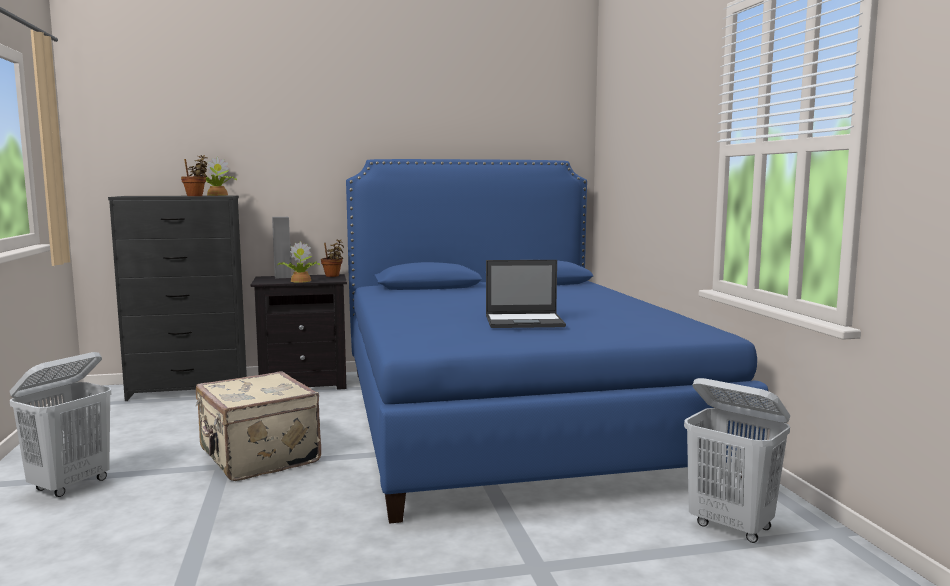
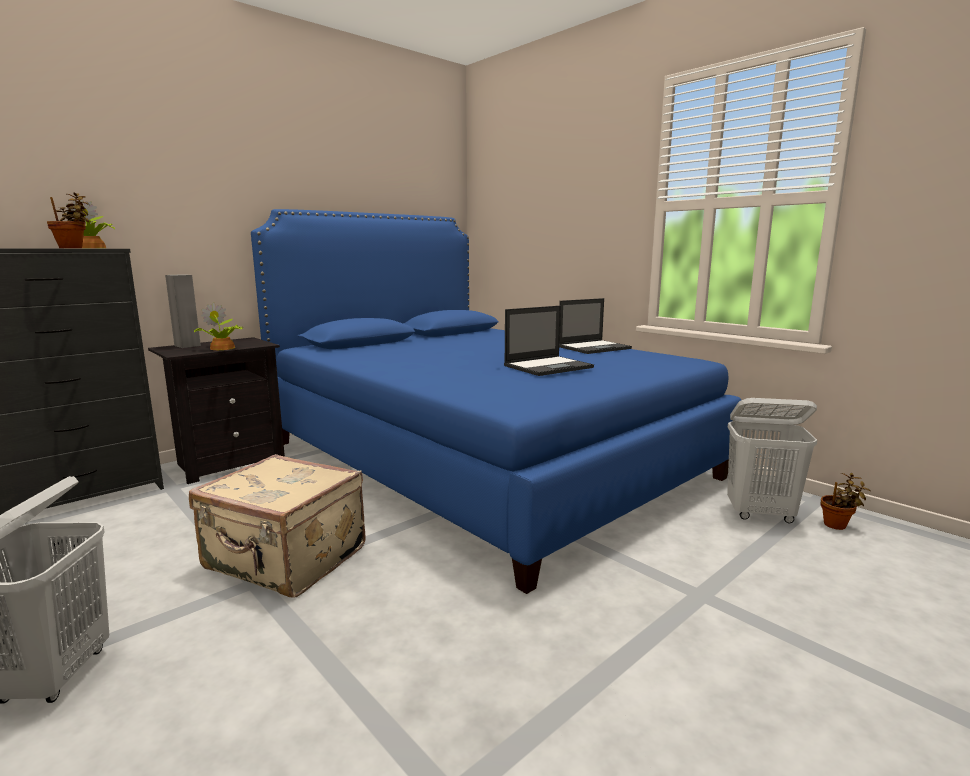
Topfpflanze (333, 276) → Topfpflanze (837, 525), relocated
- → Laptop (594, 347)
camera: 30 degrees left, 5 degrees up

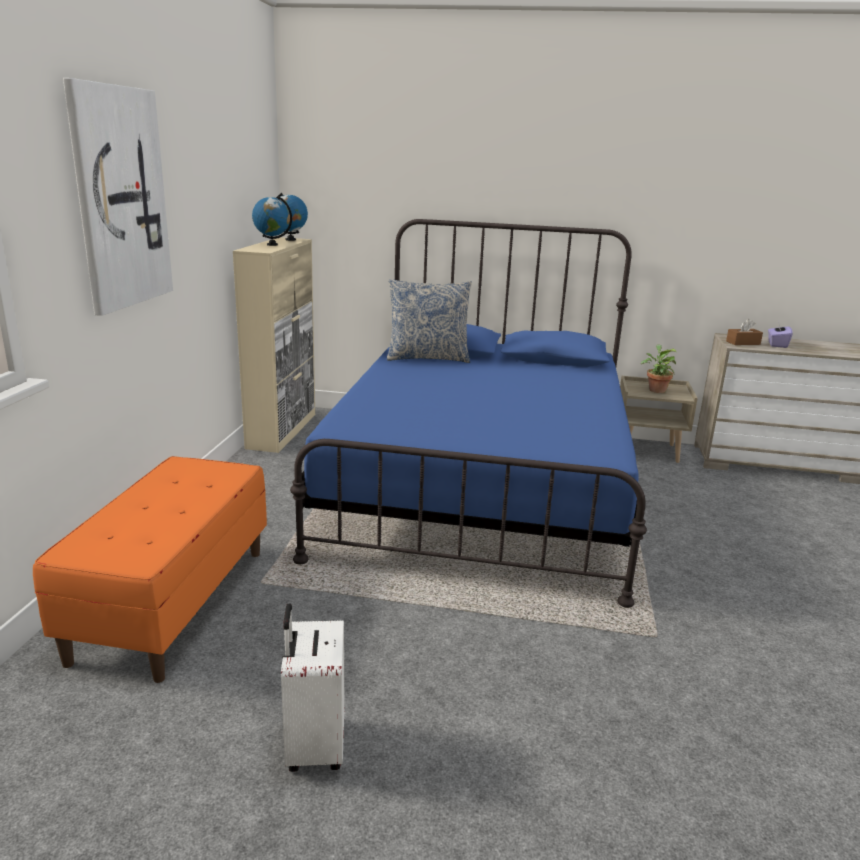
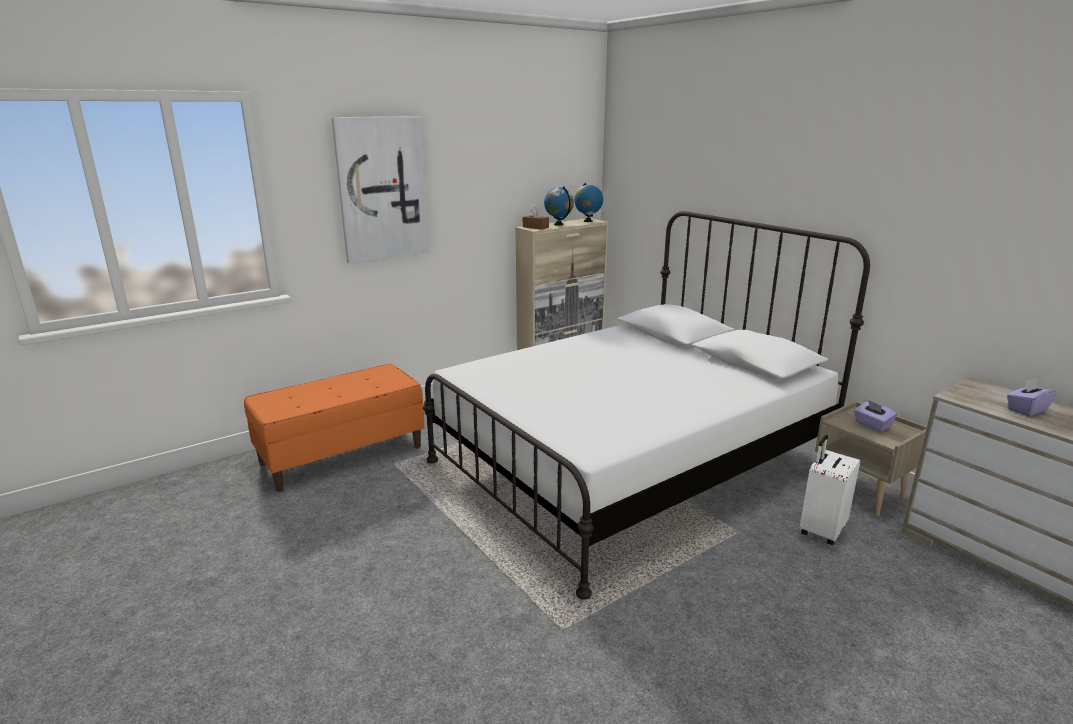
Koffer [weiß] (314, 746) → Koffer [weiß] (821, 530), relocated
Bett [blau] (481, 488) → Bett [weiß] (630, 463)
Kissen (427, 358) → -
Topfpflanze (655, 389) → Taschentuchbox [lila] (872, 425)
Taschentuchbox [braun] (743, 343) → Taschentuchbox [braun] (535, 227), relocated
camera: 45 degrees right, 0 degrees up

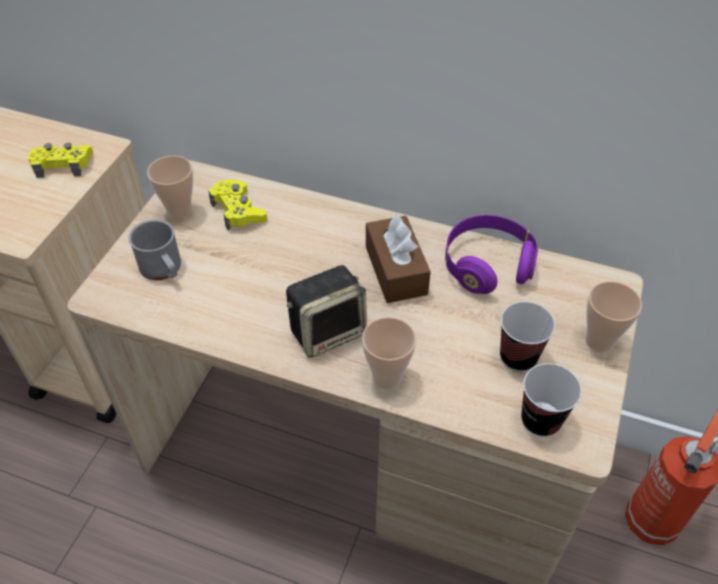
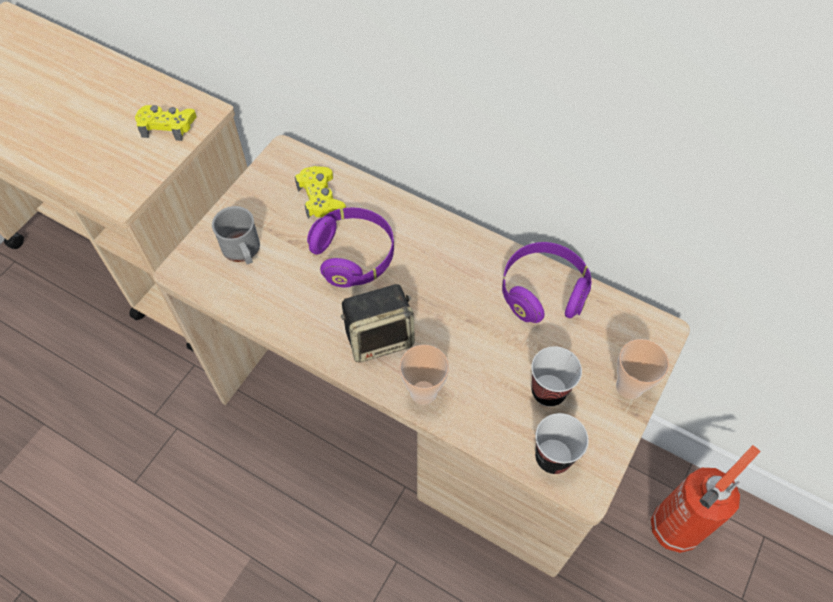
Tasse (179, 211) → -
Taschentuchbox [braun] (396, 270) → -
- → Kopfhörer [lila] (354, 256)
camera: 10 degrees right, 10 degrees up

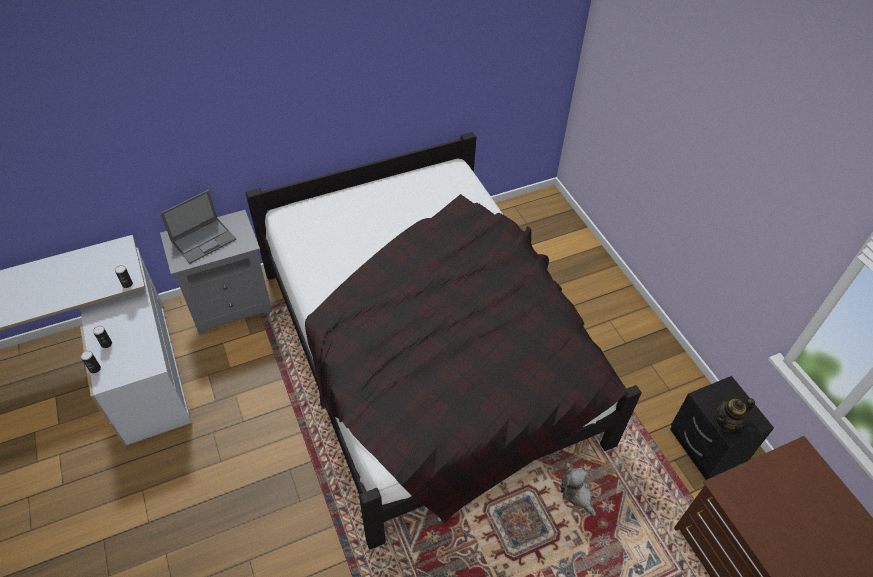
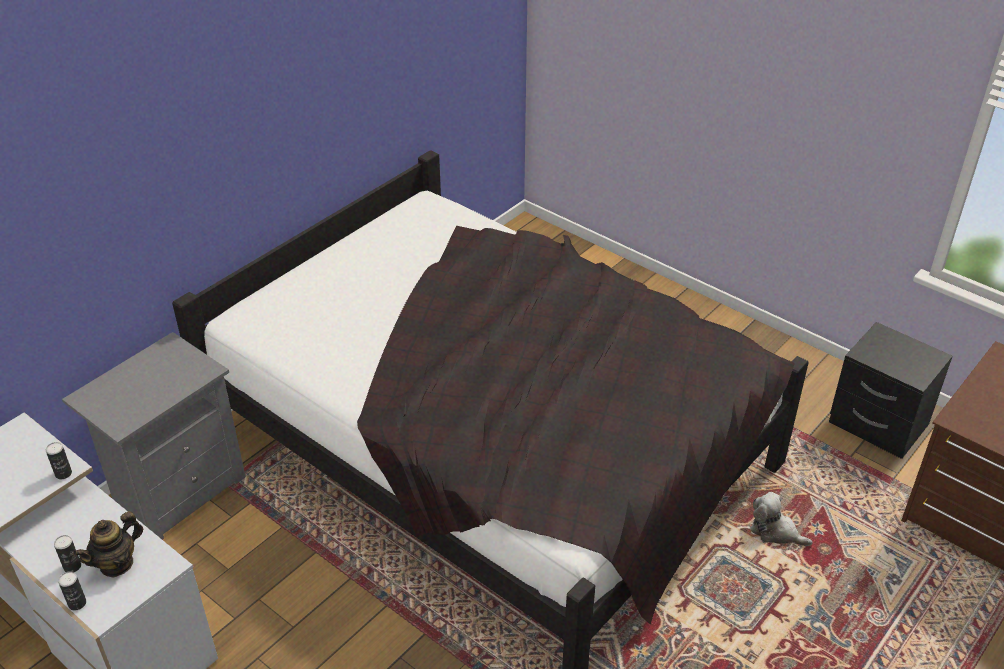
Laptop (204, 240) → -
Teekanne (726, 423) → Teekanne (117, 563), relocated
camera: 25 degrees left, 10 degrees down

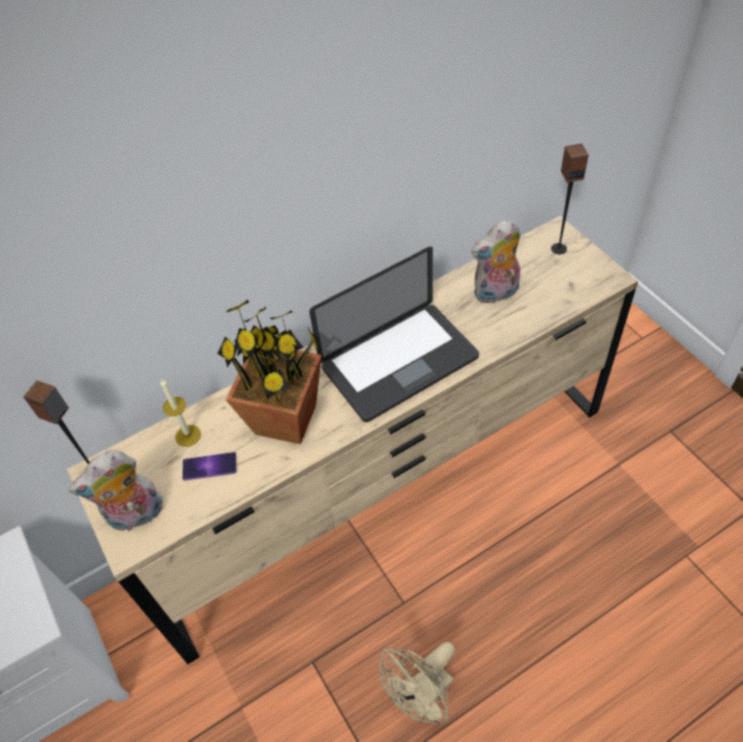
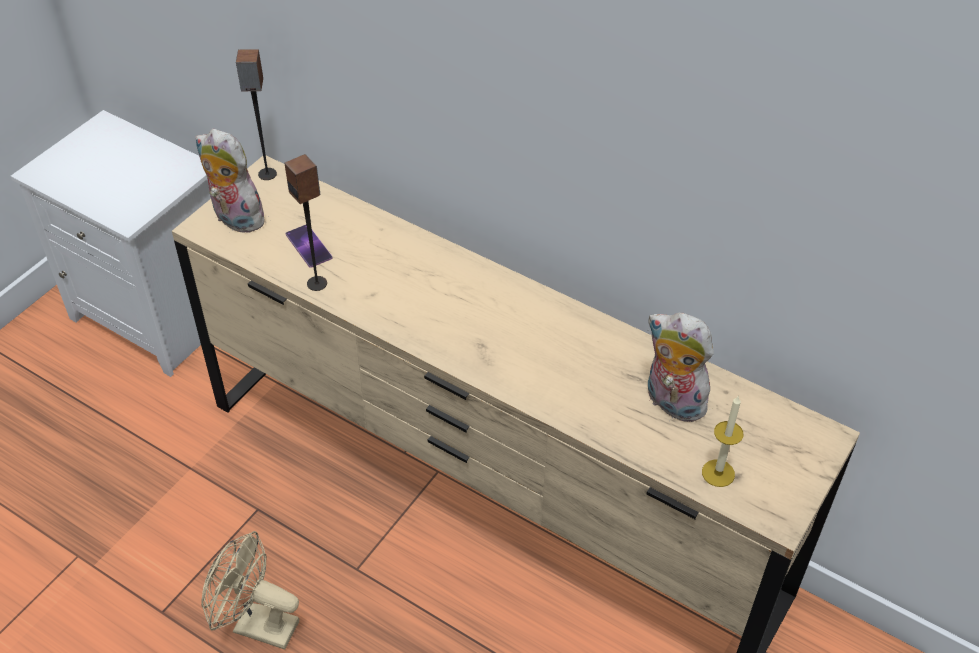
Kerze (188, 435) → Kerze (718, 473), relocated
Topfpflanze (286, 418) → -
Laptop (399, 362) → -
Lautsprecher (558, 248) → Lautsprecher (317, 283), relocated
camera: 60 degrees right, 5 degrees down

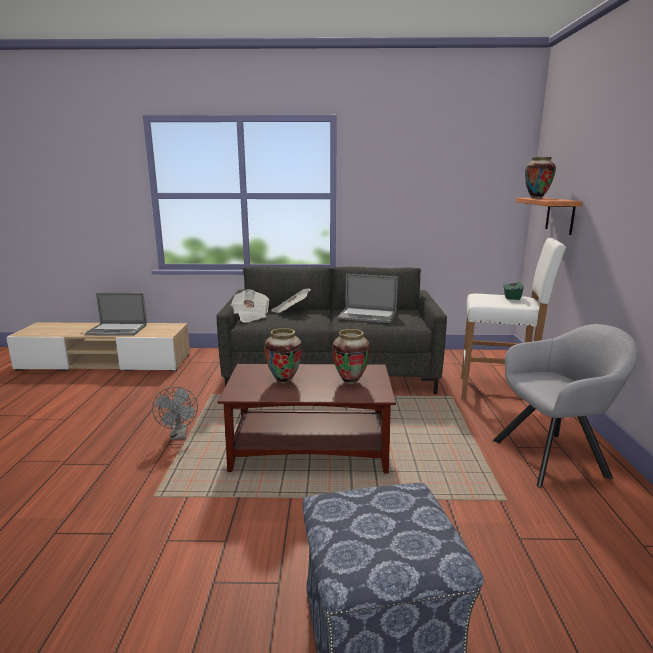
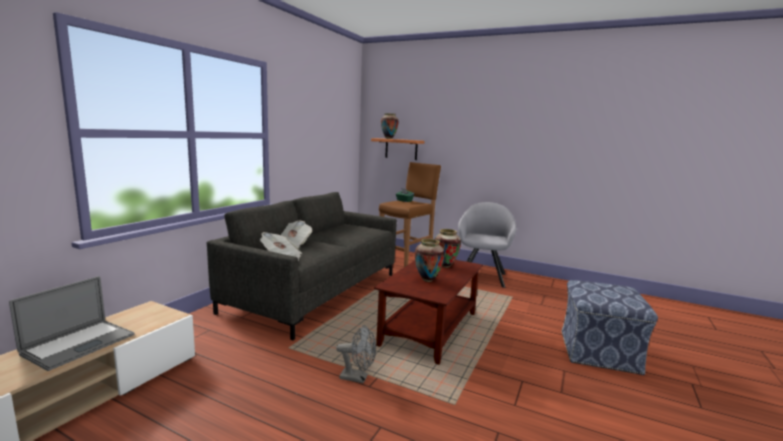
Laptop (367, 316) → -
Hocker [weiß] (498, 391) → Hocker [braun] (406, 262)
camera: 65 degrees left, 5 degrees down

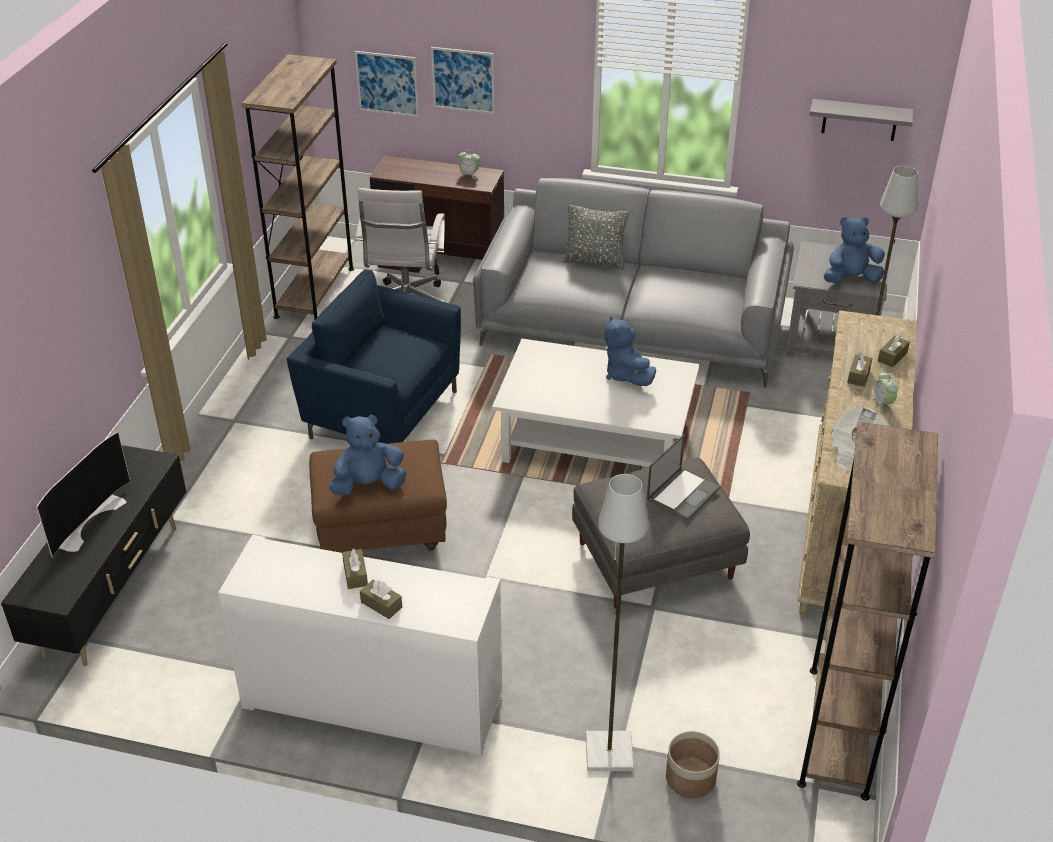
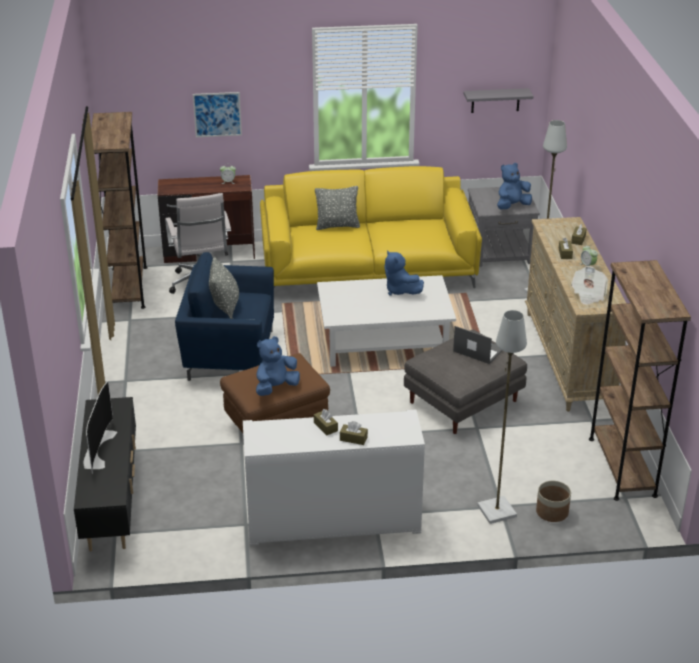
Bild (387, 83) → -
Sofa [grau] (633, 328) → Sofa [gelb] (368, 269)
Laptop (683, 493) → Laptop (478, 350), 75 degrees counterclockwise
- → Kissen [grau] (225, 306)
camera: 20 degrees left, 5 degrees down

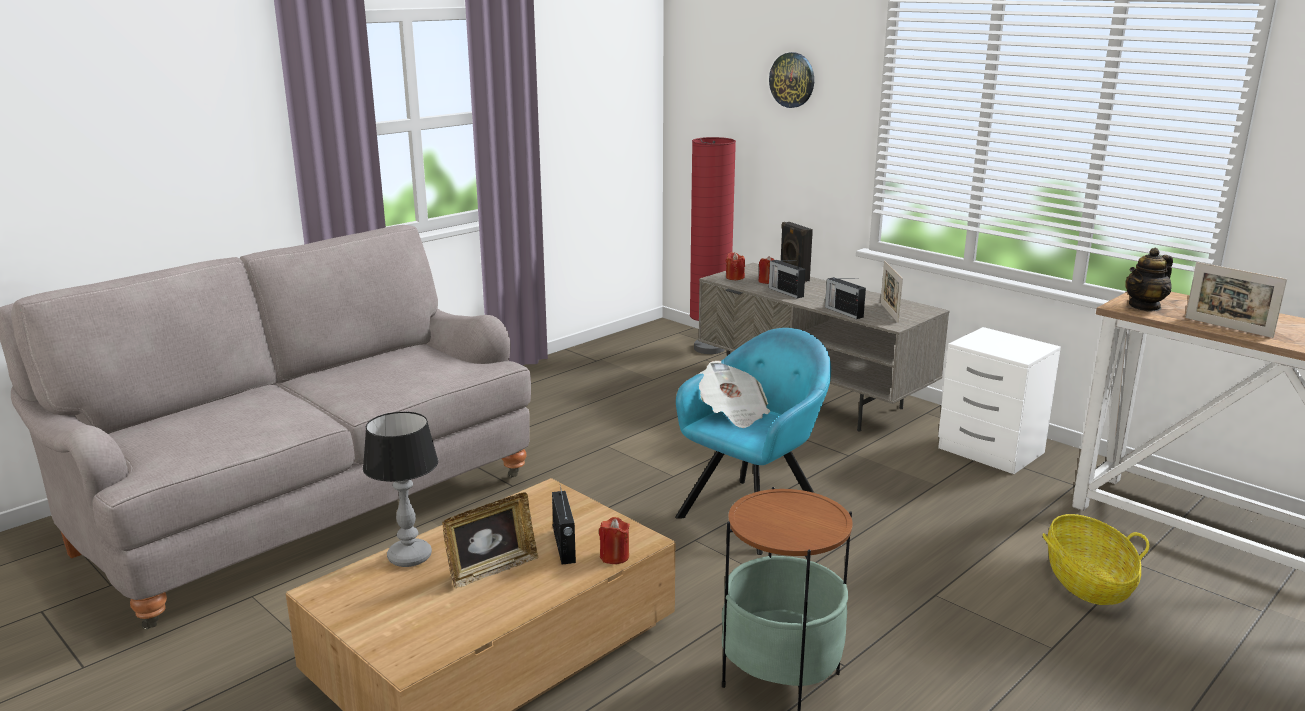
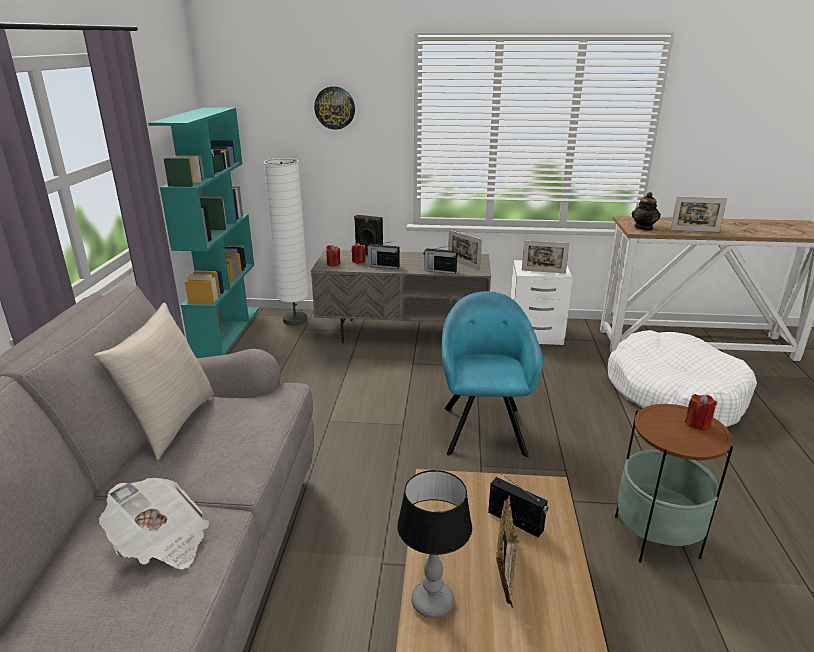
Kerze [rot] (614, 556) → Kerze [rot] (697, 424), relocated
Stehlampe [rot] (709, 348) → Stehlampe [weiß] (295, 320)
Zeitung (733, 412) → Zeitung (161, 542), relocated
Korb (1087, 581) → Hundebett [weiß] (674, 393)
- → Kissen [beige] (171, 423)
- → Bücherregal [türkis] (227, 330)
- → Bilderrahmen (543, 271)
camera: 40 degrees left, 5 degrees up

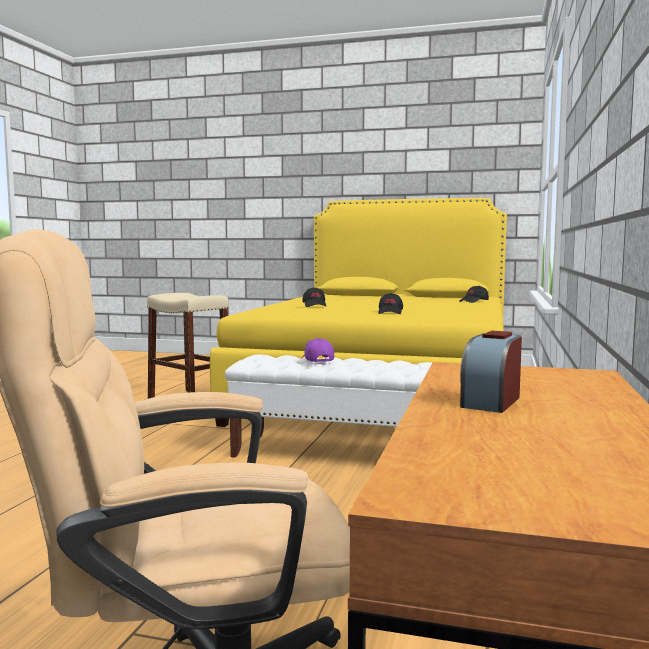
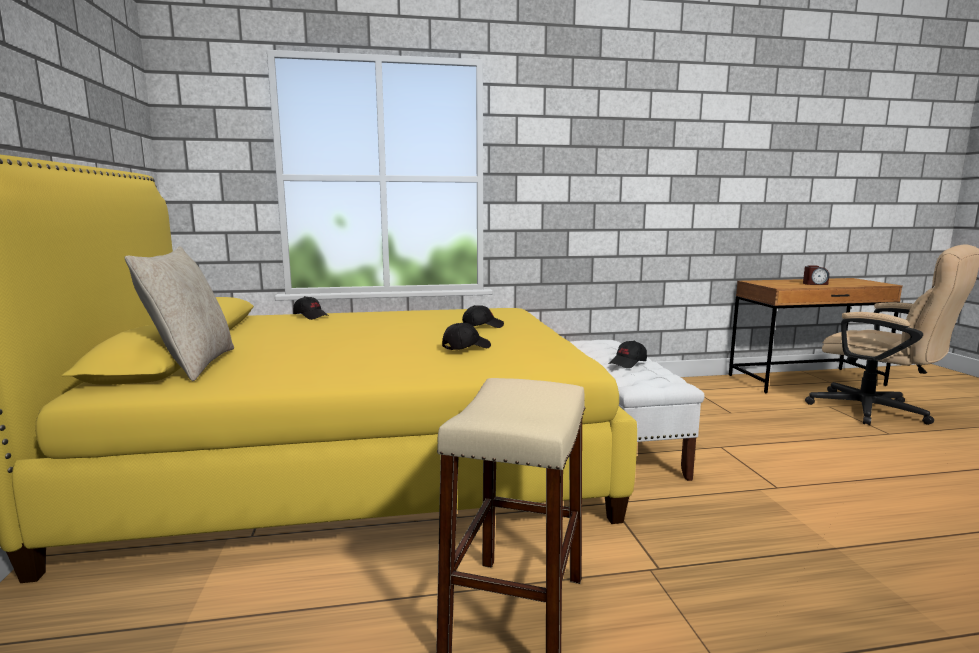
Kappe [lila] (317, 360) → Kappe [schwarz] (628, 363)
- → Kissen [beige] (192, 365)
camera: 115 degrees left, 5 degrees up

